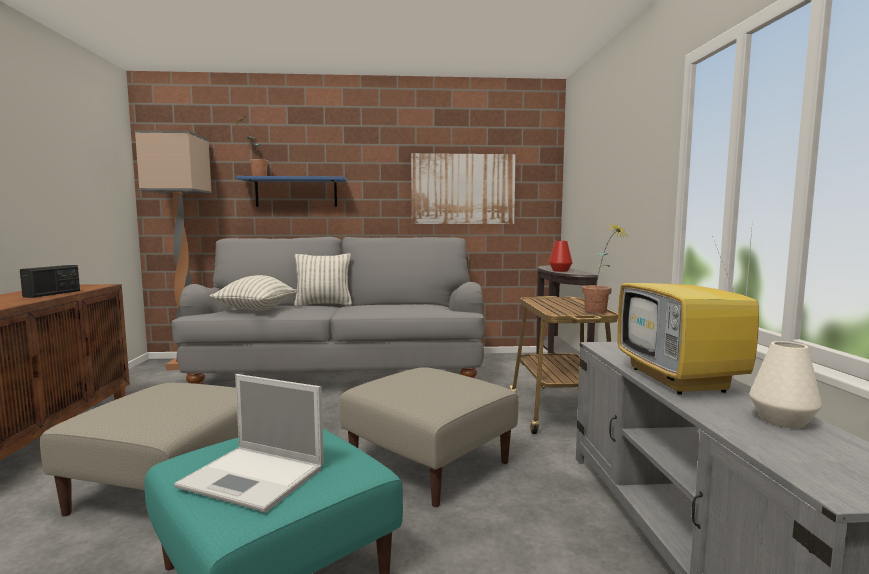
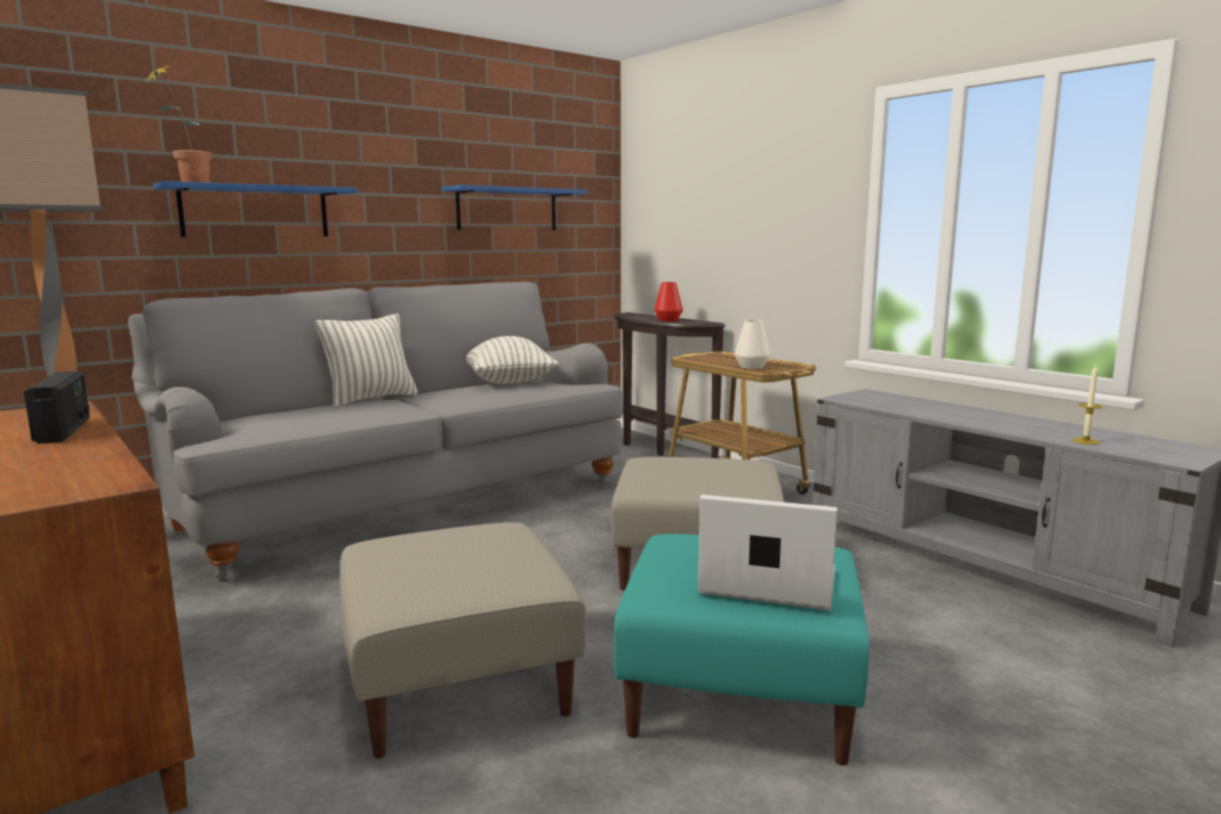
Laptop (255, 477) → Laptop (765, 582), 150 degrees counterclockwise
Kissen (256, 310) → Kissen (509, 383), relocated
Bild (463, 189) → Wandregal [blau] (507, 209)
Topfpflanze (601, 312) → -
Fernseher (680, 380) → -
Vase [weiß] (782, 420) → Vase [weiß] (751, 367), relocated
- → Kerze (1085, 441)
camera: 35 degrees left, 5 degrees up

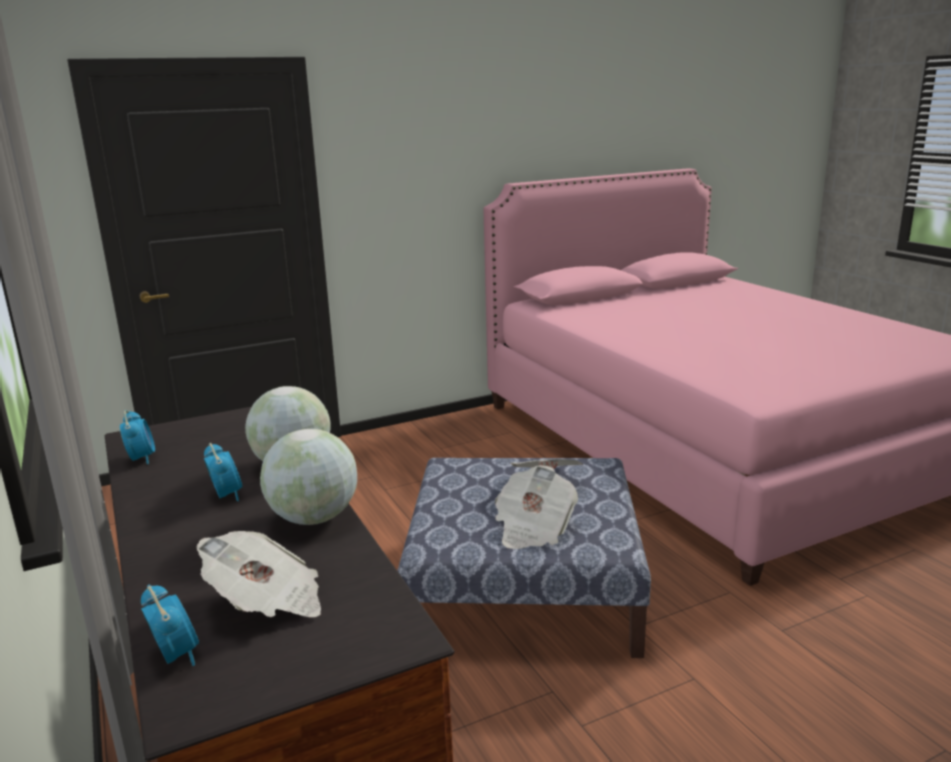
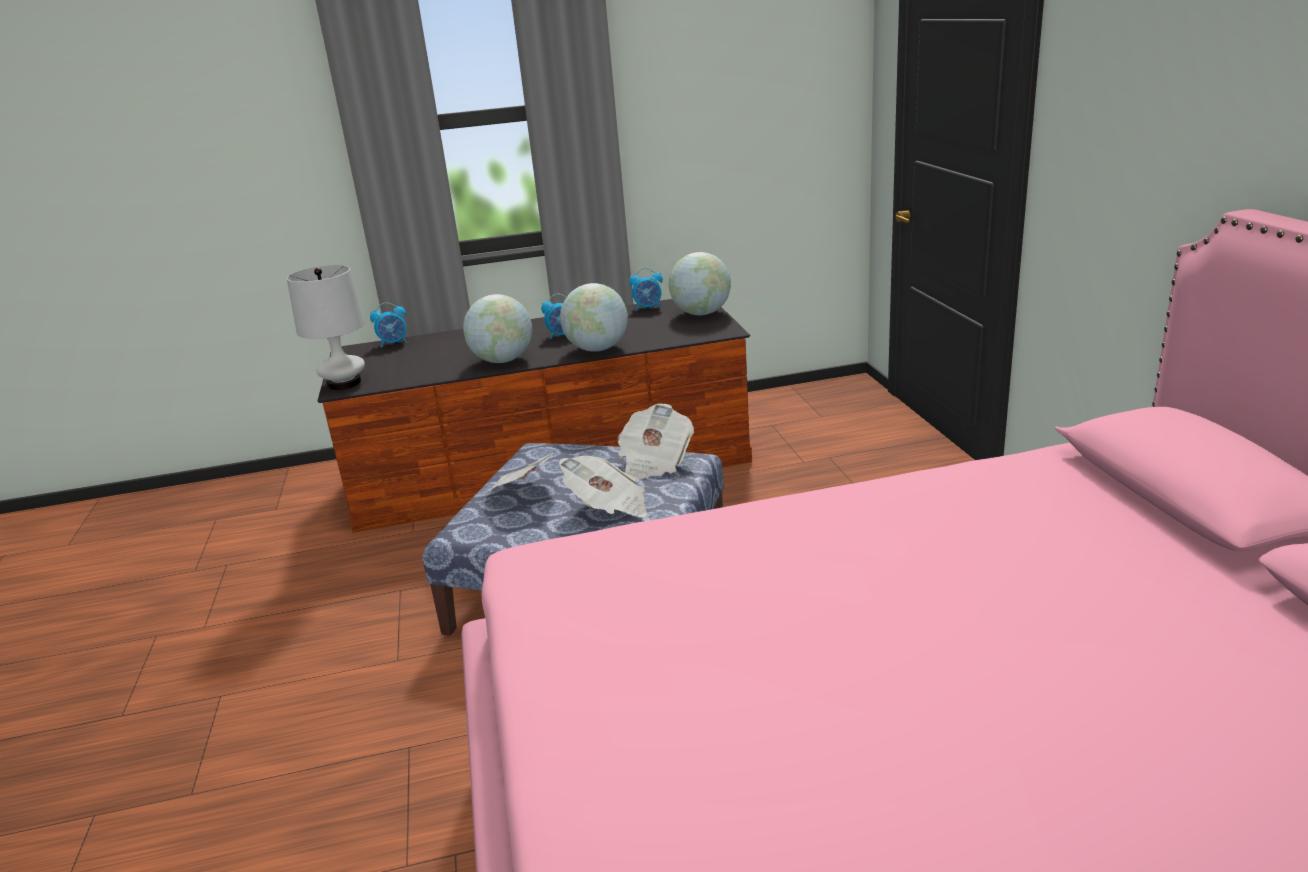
Zeitung (267, 602) → Zeitung (654, 462), relocated
- → Tischlampe [weiß] (344, 383)
- → Globus (701, 313)
camera: 105 degrees right, 5 degrees up

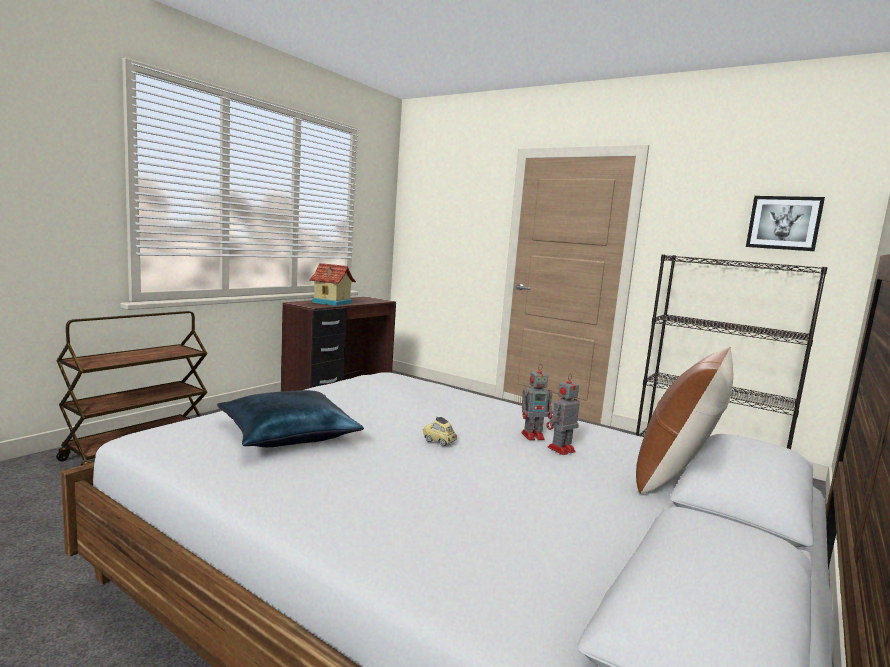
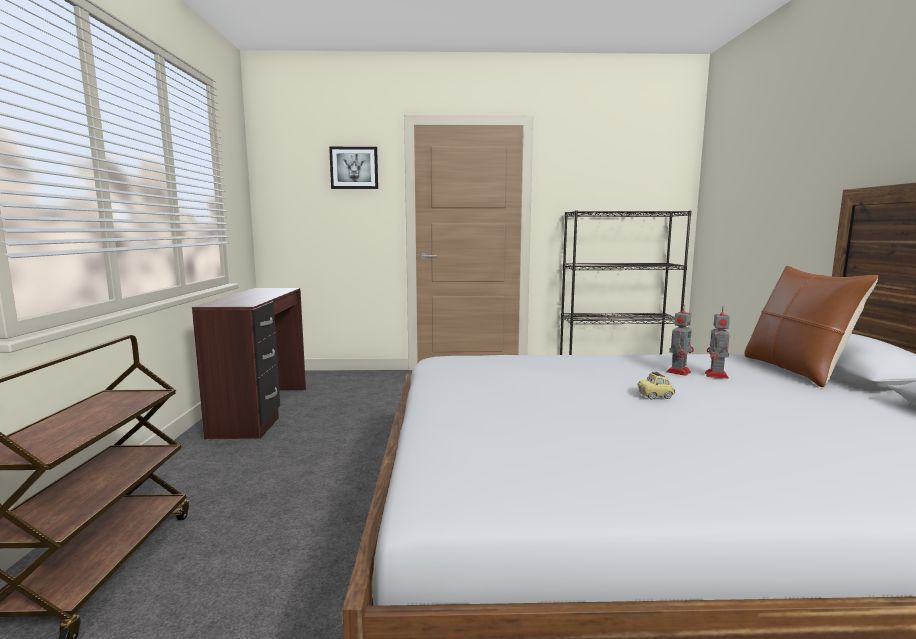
Kissen [blau] (288, 434) → -
Spielzeughaus (331, 303) → -
Bild (784, 223) → Bild (354, 168), relocated
camera: 35 degrees left, 0 degrees up

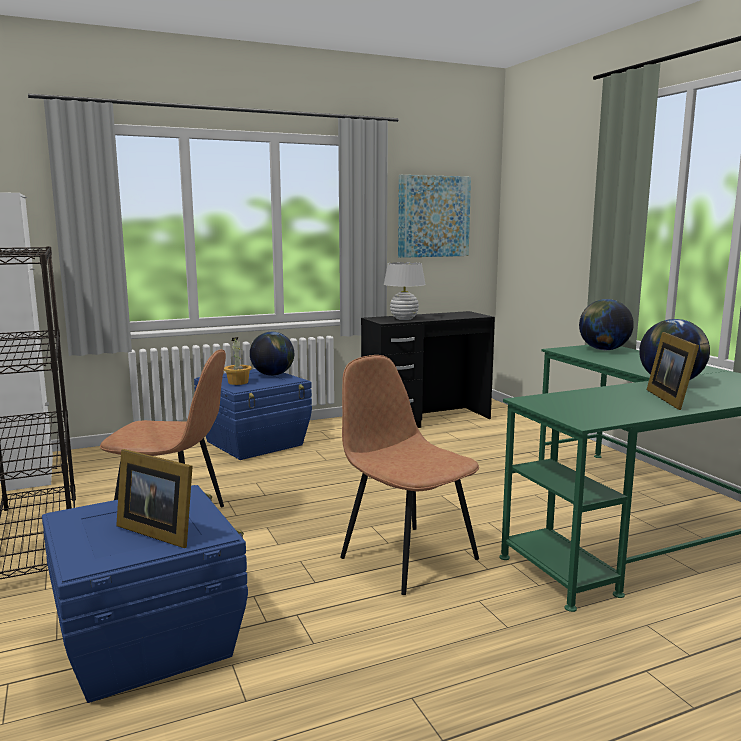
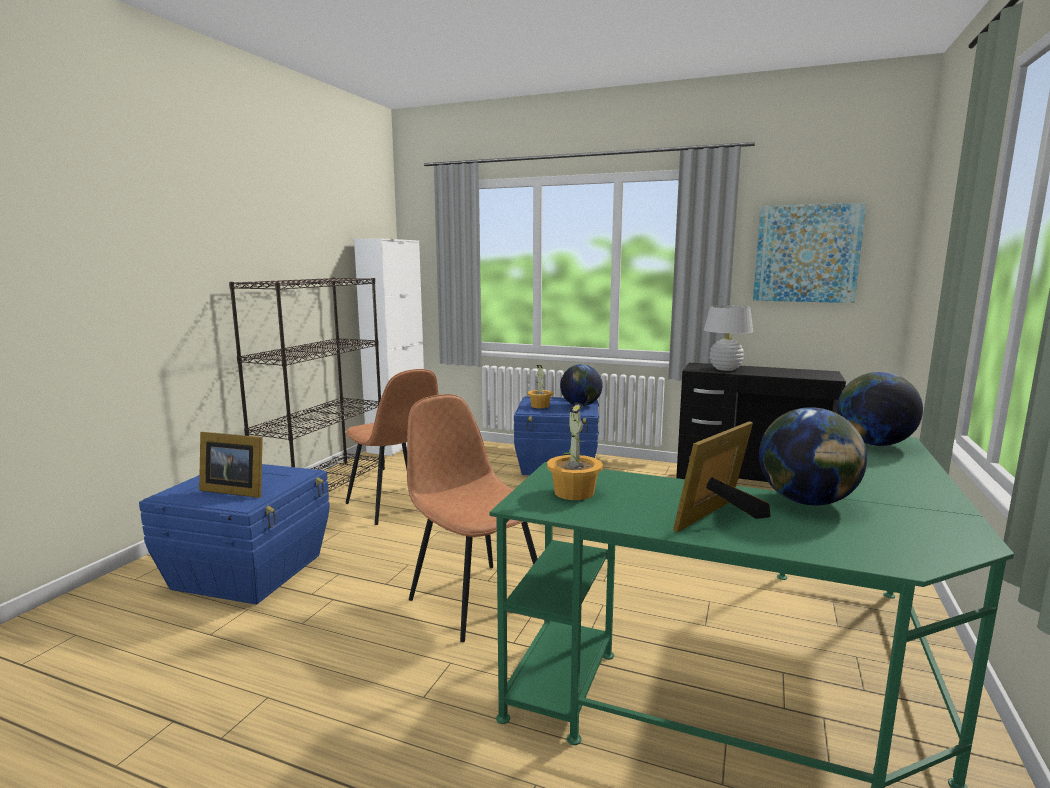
Bilderrahmen (157, 531) → Bilderrahmen (234, 490), 60 degrees counterclockwise
Stuhl [braun] (407, 557) → Stuhl [braun] (476, 598), 45 degrees counterclockwise
- → Topfpflanze (574, 492)
camera: 45 degrees right, 0 degrees up

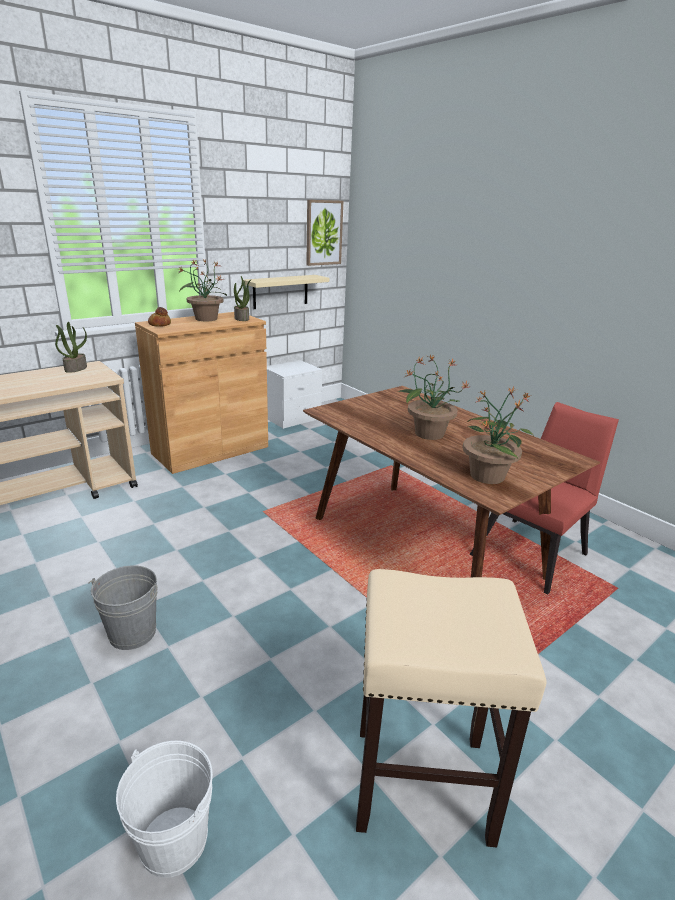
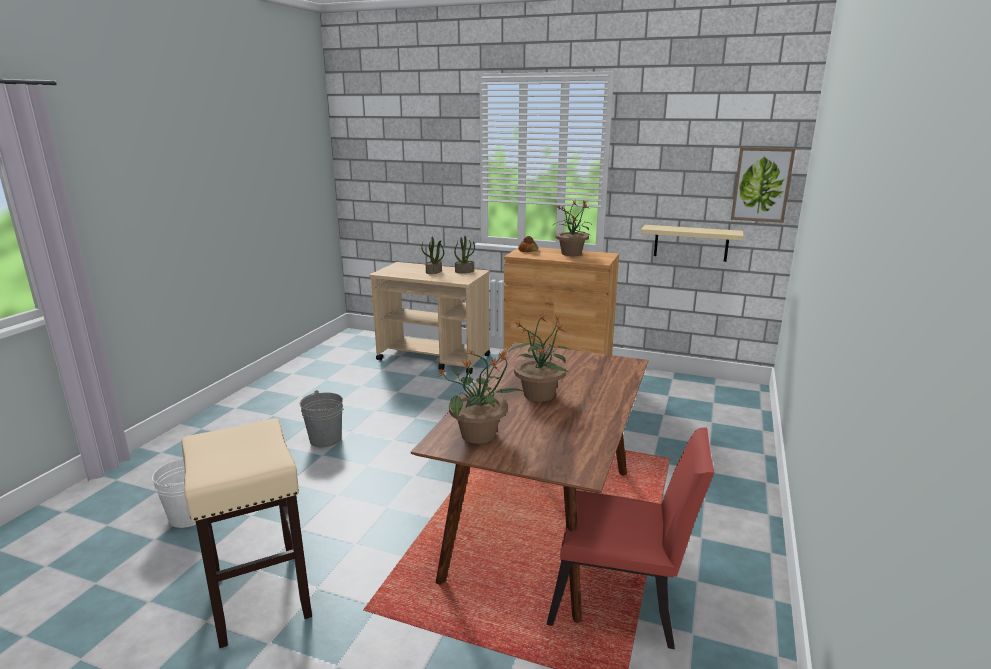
Topfpflanze (242, 318) → Topfpflanze (434, 272), relocated
Nachttisch [weiß] (292, 418) → -
camera: 60 degrees right, 5 degrees down

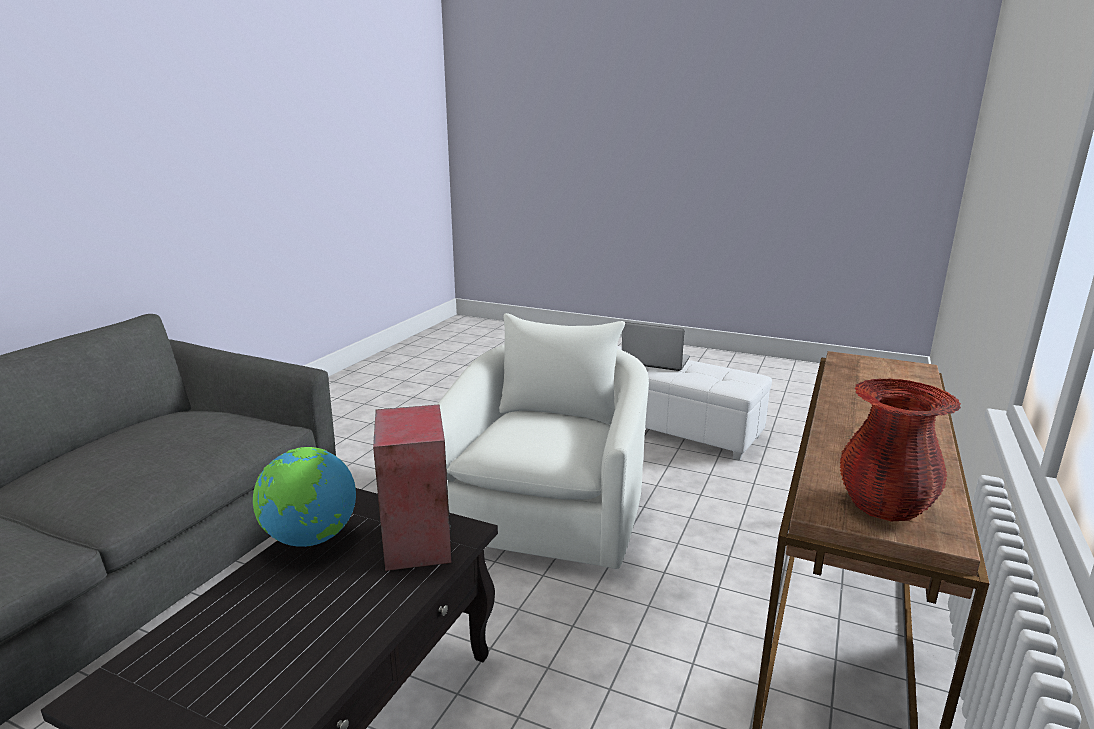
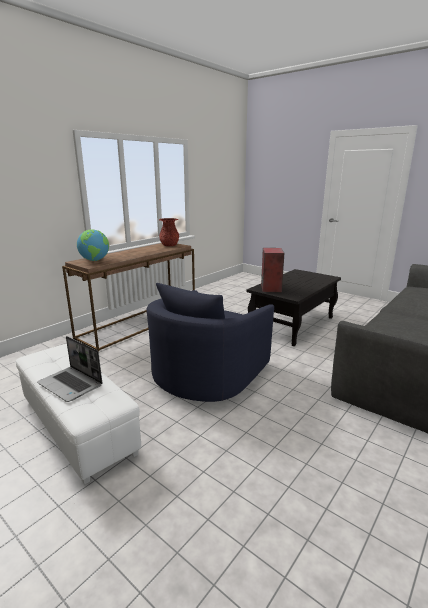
Globus (310, 539) → Globus (95, 260), relocated
Sessel [weiß] (549, 508) → Sessel [blau] (207, 372)
camera: 165 degrees left, 0 degrees up

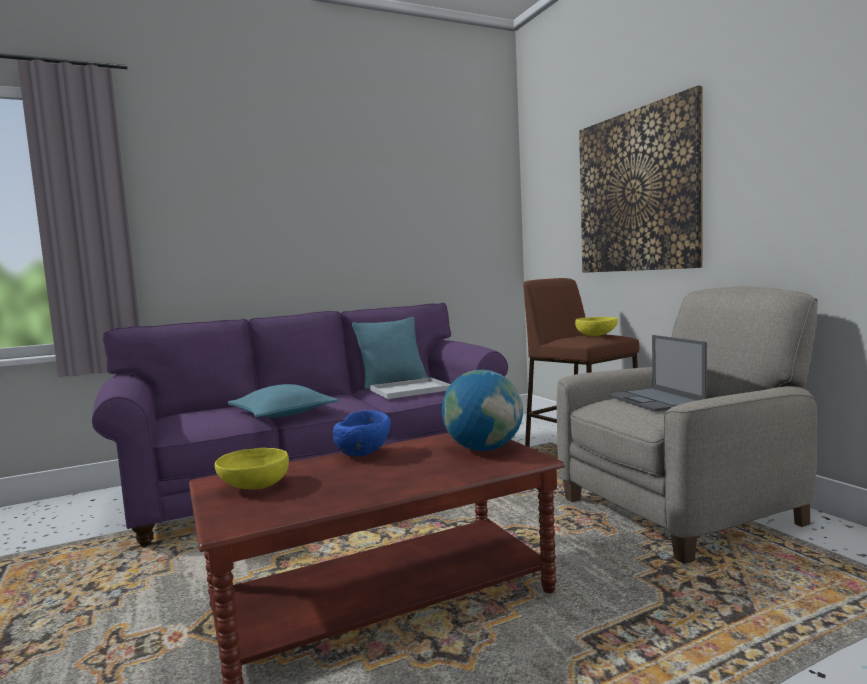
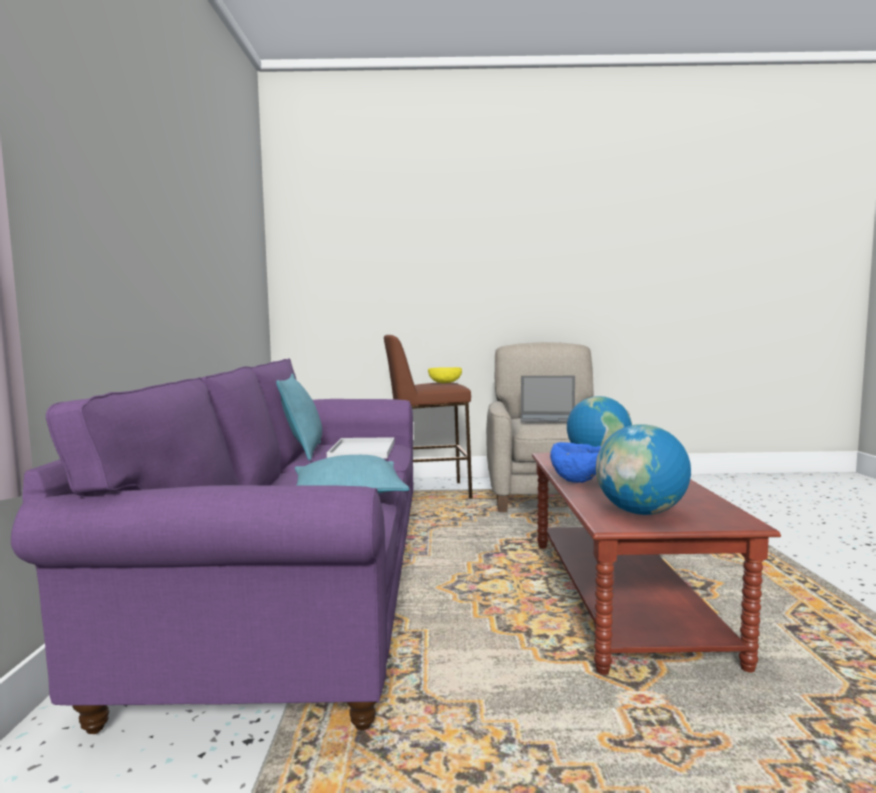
Schüssel [gelb] (254, 486) → Globus (641, 512)
Bild (636, 191) → -
camera: 65 degrees left, 0 degrees up

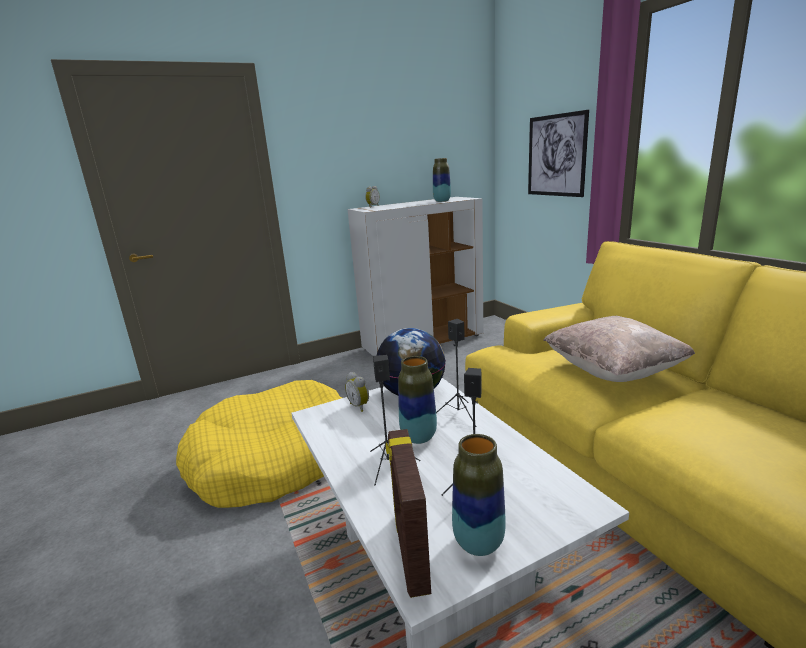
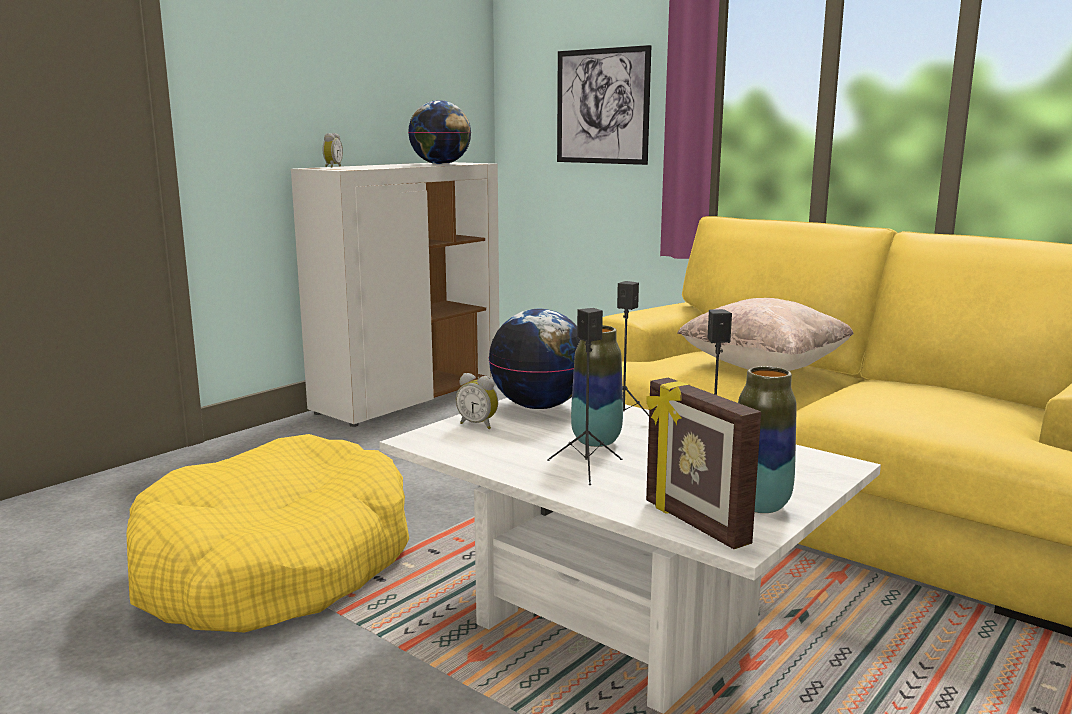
Vase (442, 201) → Globus (440, 164)
camera: 25 degrees left, 5 degrees down

